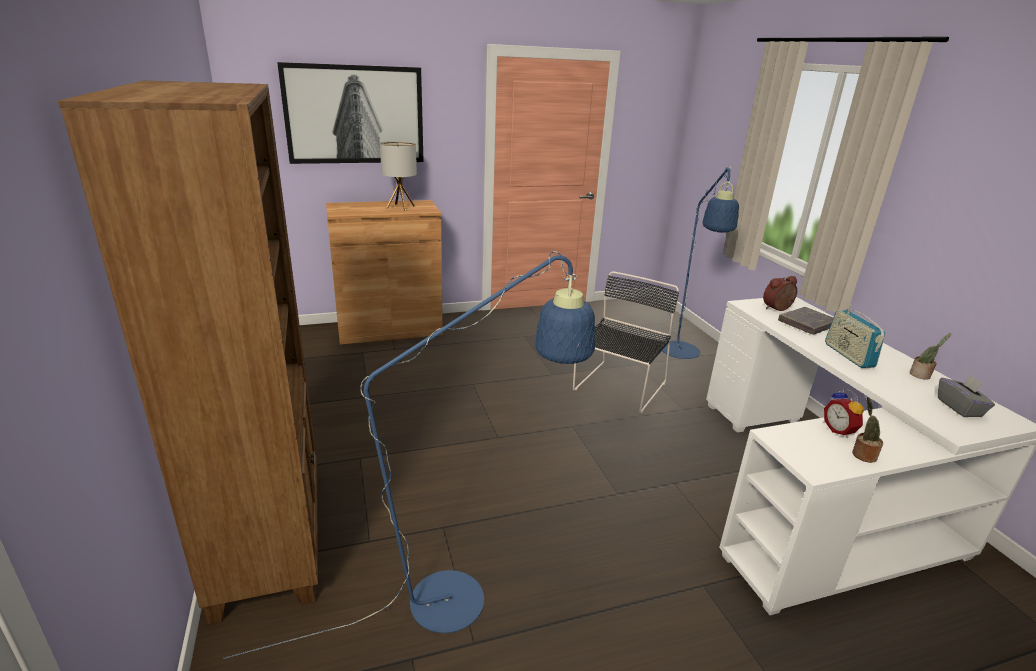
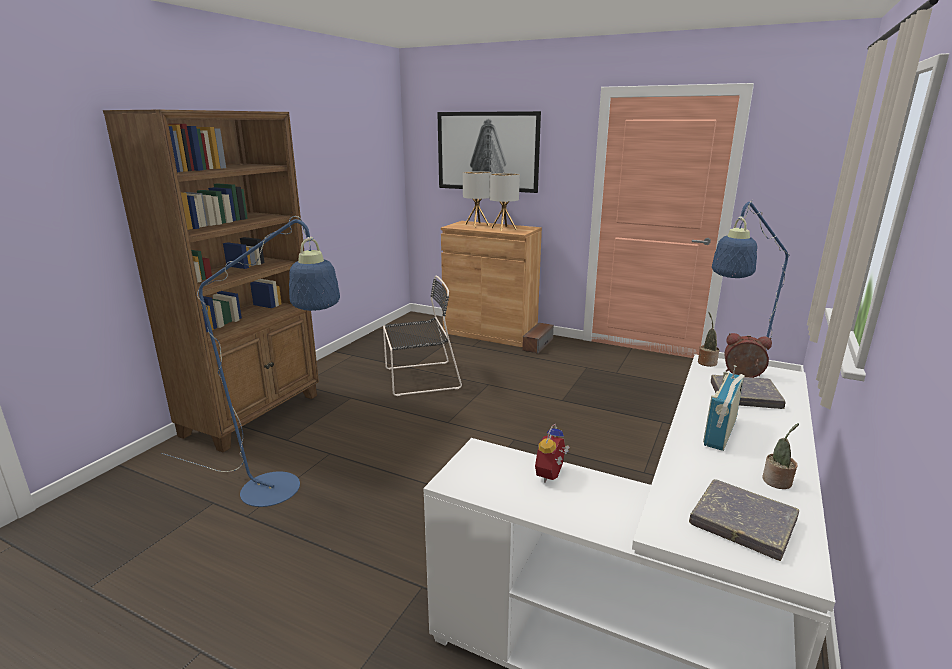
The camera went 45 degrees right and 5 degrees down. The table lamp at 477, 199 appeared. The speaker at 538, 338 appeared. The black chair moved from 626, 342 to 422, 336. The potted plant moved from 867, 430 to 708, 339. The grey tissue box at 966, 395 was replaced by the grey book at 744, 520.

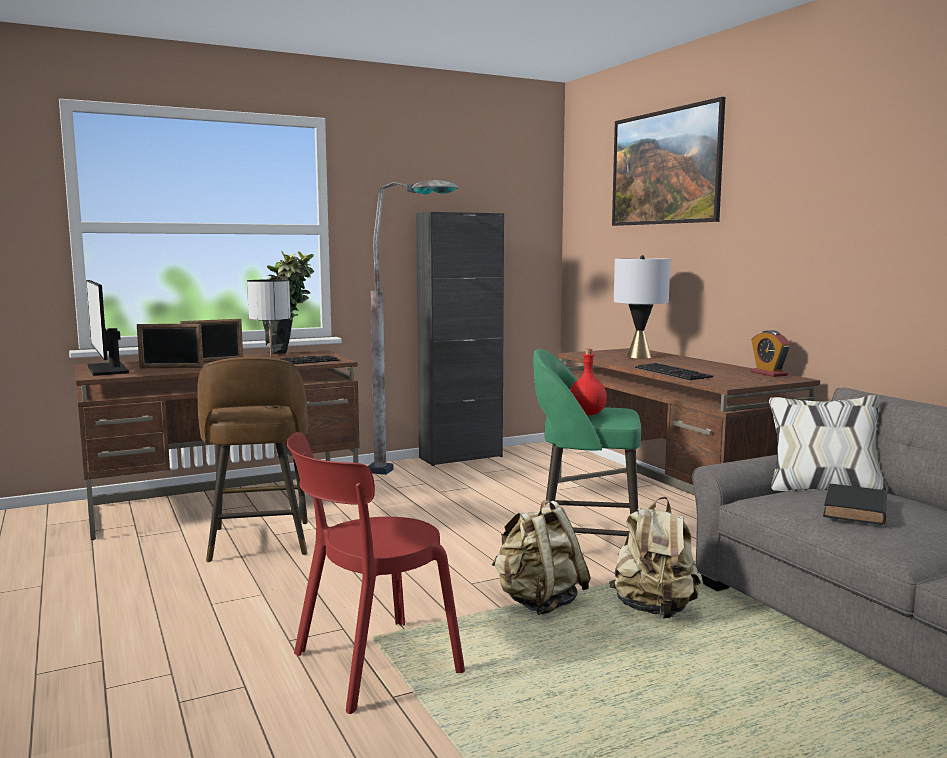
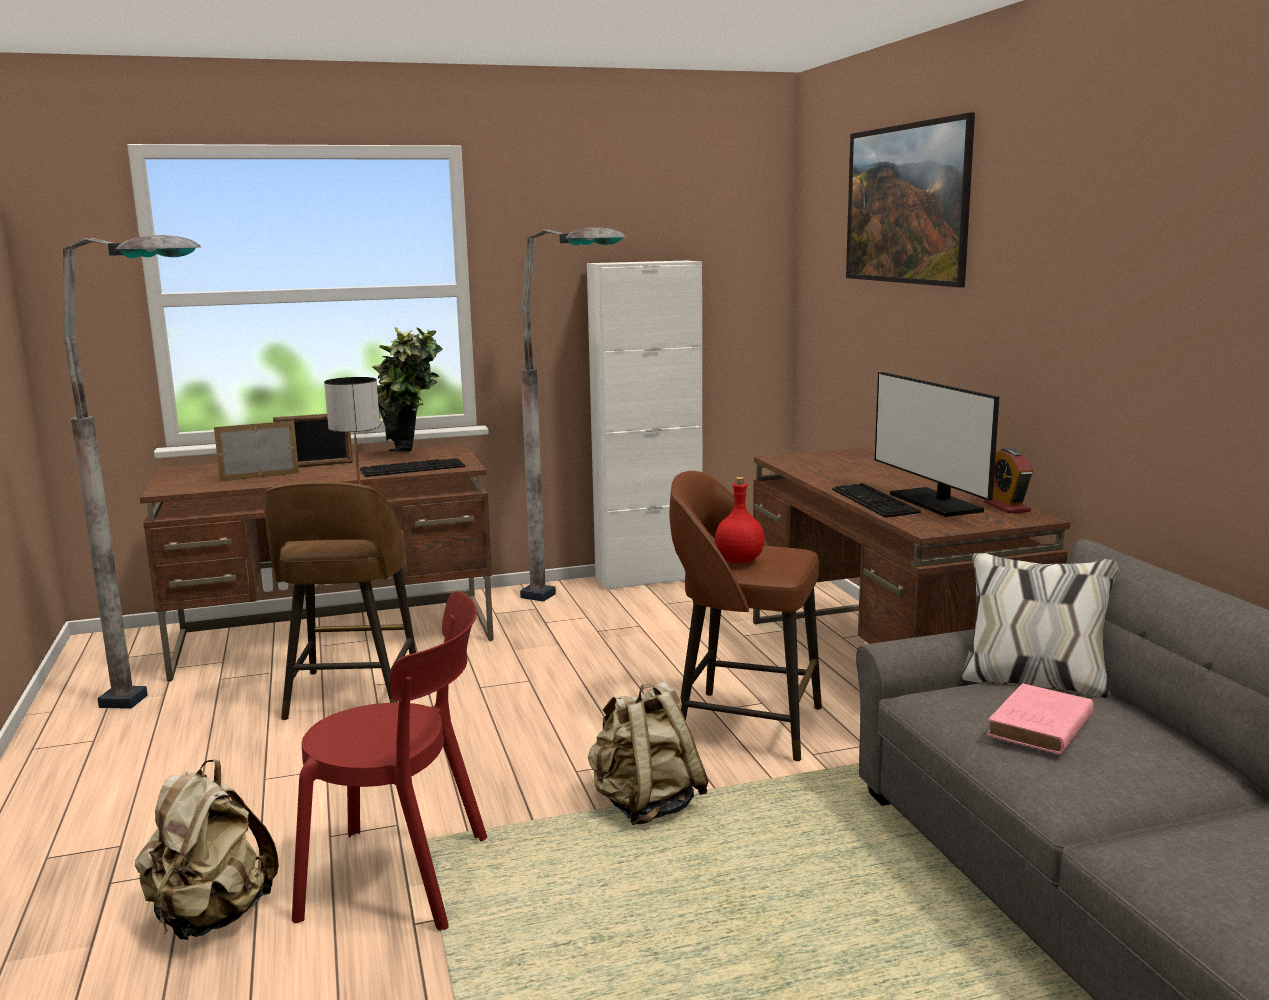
The camera went 10 degrees right and 5 degrees up. The grey table lamp at 642, 307 disappeared. The grey floor lamp at 132, 472 appeared. The monitor moved from 107, 328 to 937, 444. The beige backpack moved from 655, 558 to 207, 849. The black cabinet at 460, 339 became the white cabinet at 644, 425. The green stool at 587, 442 became the brown stool at 745, 616. The black book at 855, 504 became the pink book at 1040, 719. The picture frame at 170, 346 turned 150 degrees clockwise. The red chair at 376, 573 turned 150 degrees counterclockwise.

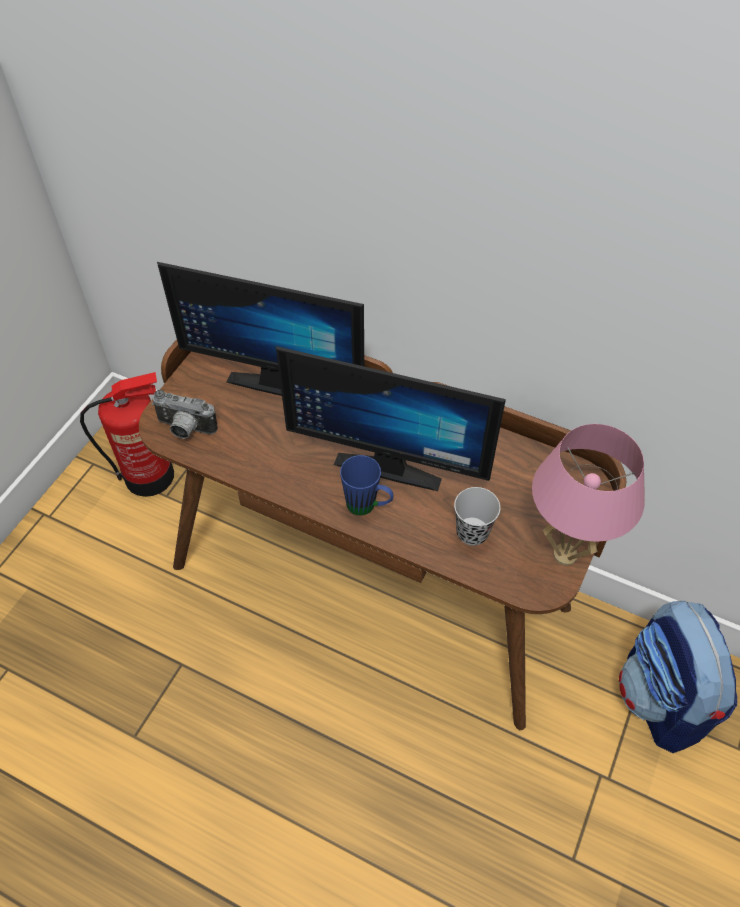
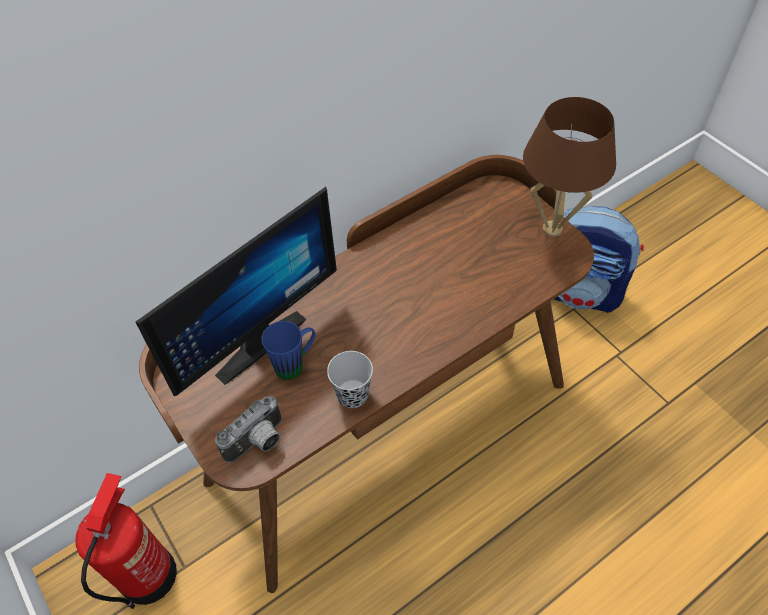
The camera went 60 degrees left and 0 degrees up. The monitor at 391, 418 disappeared. The blue mug moved from 366, 485 to 288, 350. The black cup moved from 477, 516 to 350, 379. The pink table lamp at 588, 494 became the brown table lamp at 569, 167.

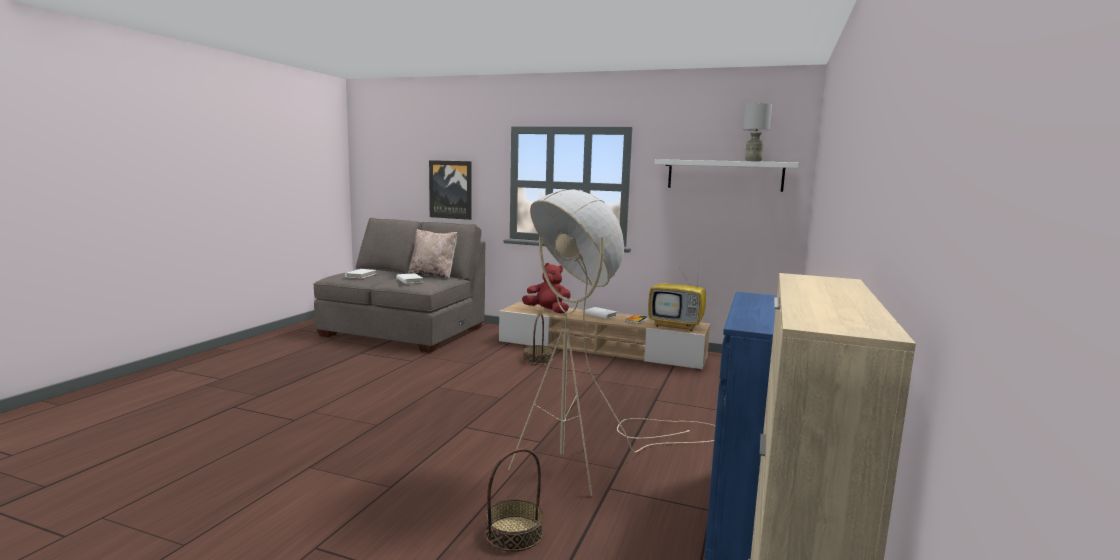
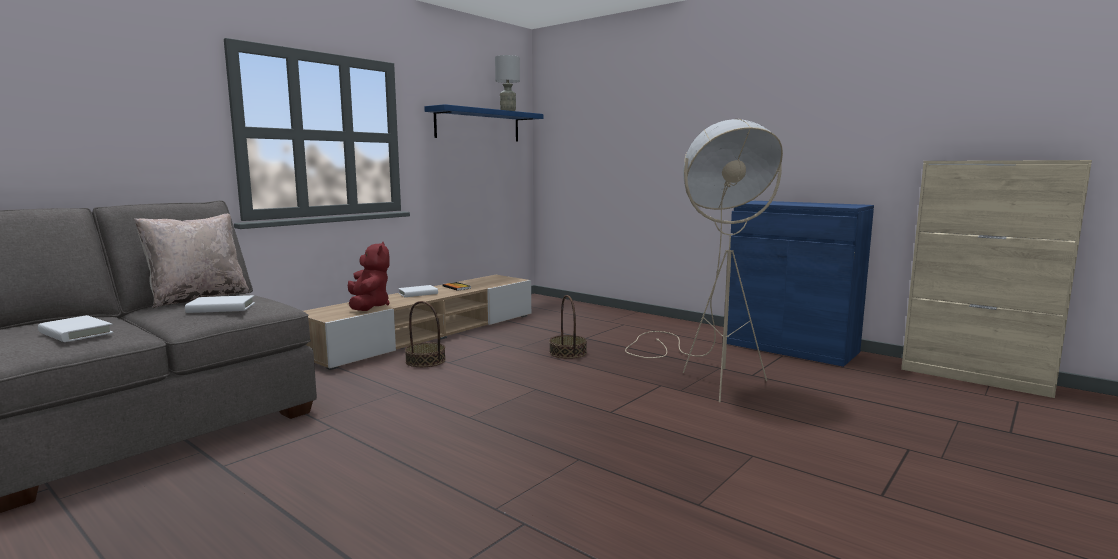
The camera went 70 degrees left and 0 degrees up. The picture at 450, 190 disappeared. The television at 677, 297 disappeared. The basket moved from 514, 500 to 568, 327. The white shelf at 727, 175 became the blue shelf at 483, 122. The red plush toy at 546, 288 turned 120 degrees clockwise.

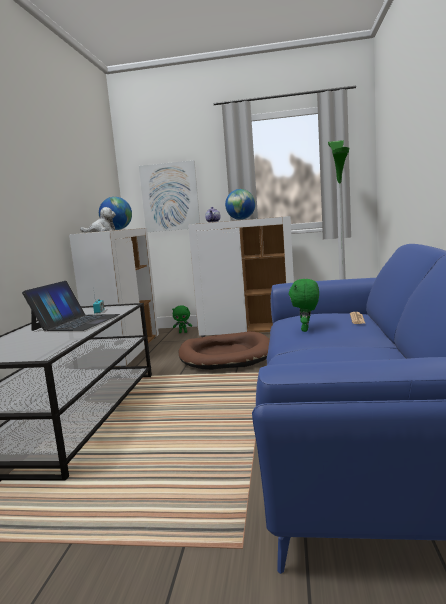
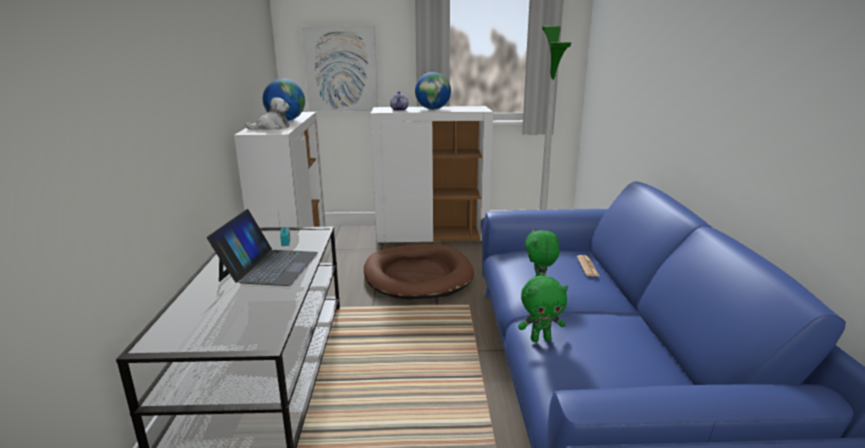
The camera went 10 degrees left and 10 degrees up. The green plush toy moved from 182, 319 to 543, 309.

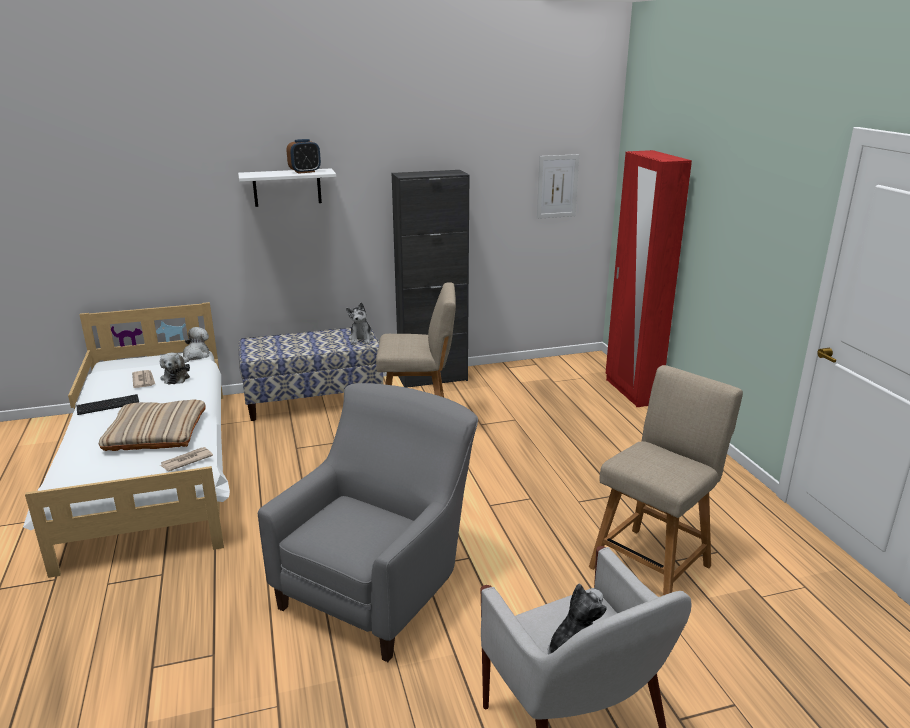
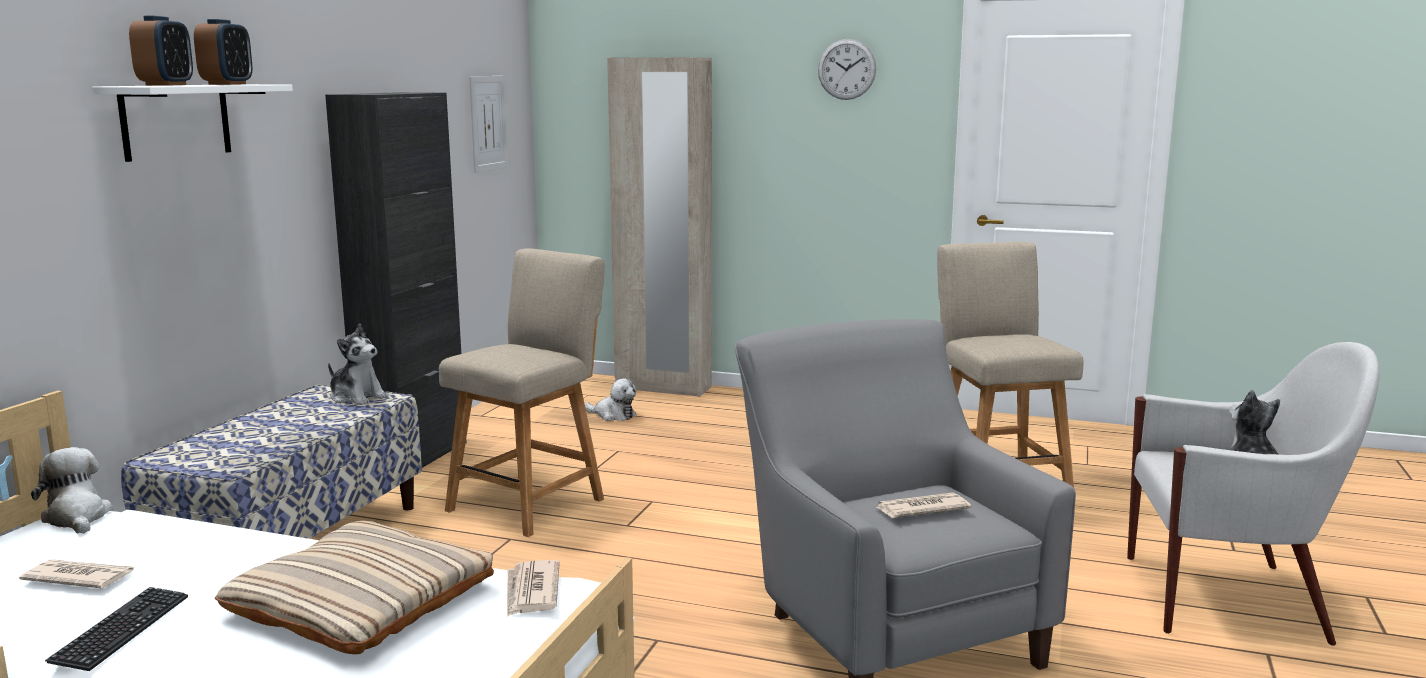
The camera went 55 degrees left and 10 degrees down. The alarm clock at 161, 50 appeared. The wall clock at 847, 69 appeared. The newspaper at 922, 505 appeared. The plush toy moved from 175, 369 to 610, 399. The red wardrobe at 649, 278 became the beige wardrobe at 659, 227.

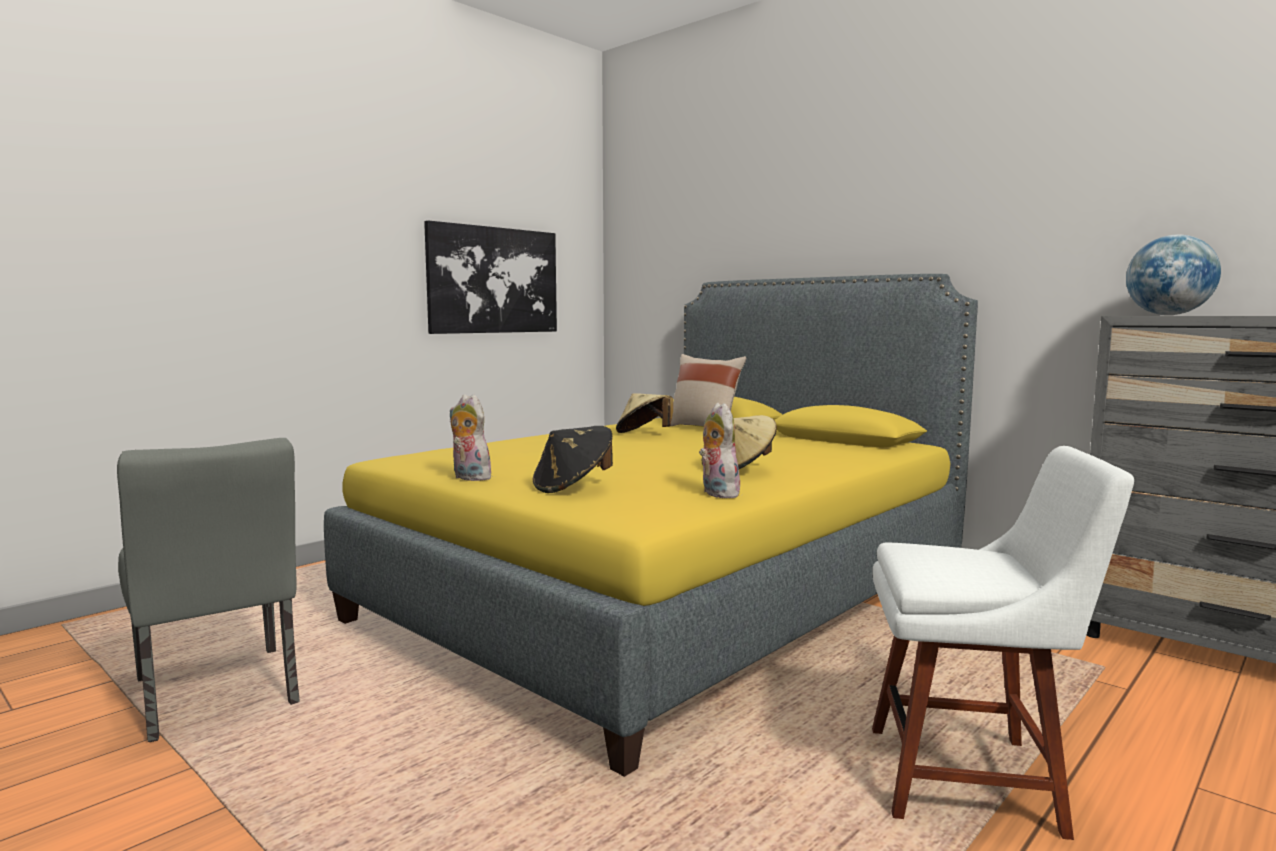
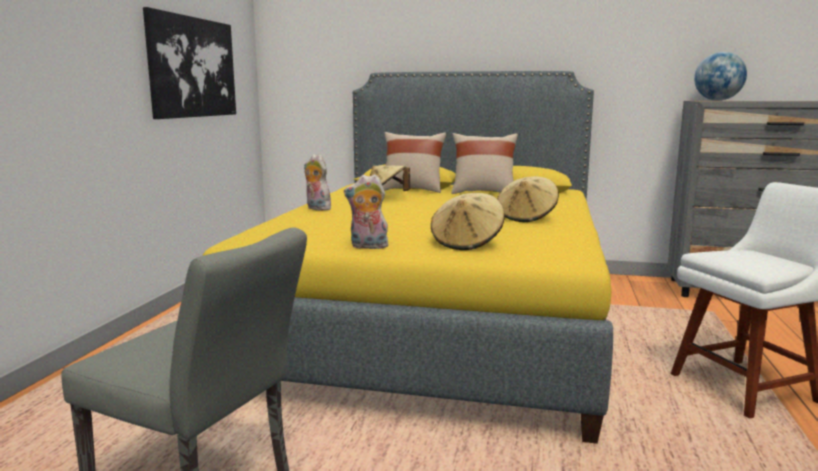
The camera went 30 degrees left and 5 degrees up. The beige pillow at 484, 163 appeared. The plush toy moved from 719, 450 to 317, 182. The black hat at 573, 459 became the beige hat at 468, 221.

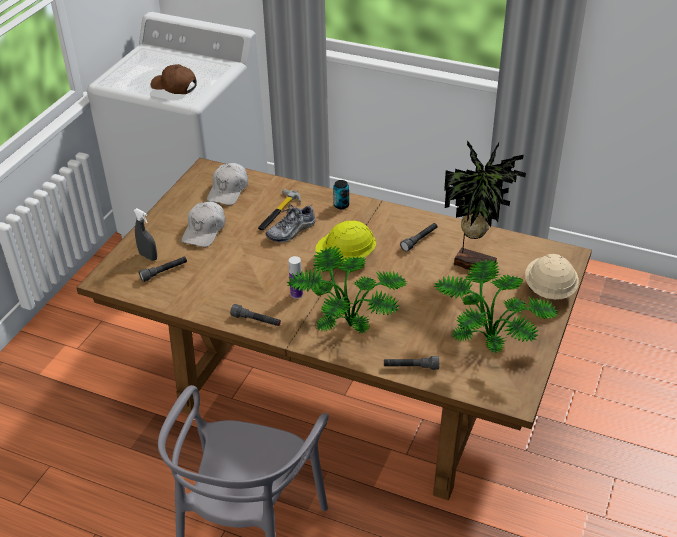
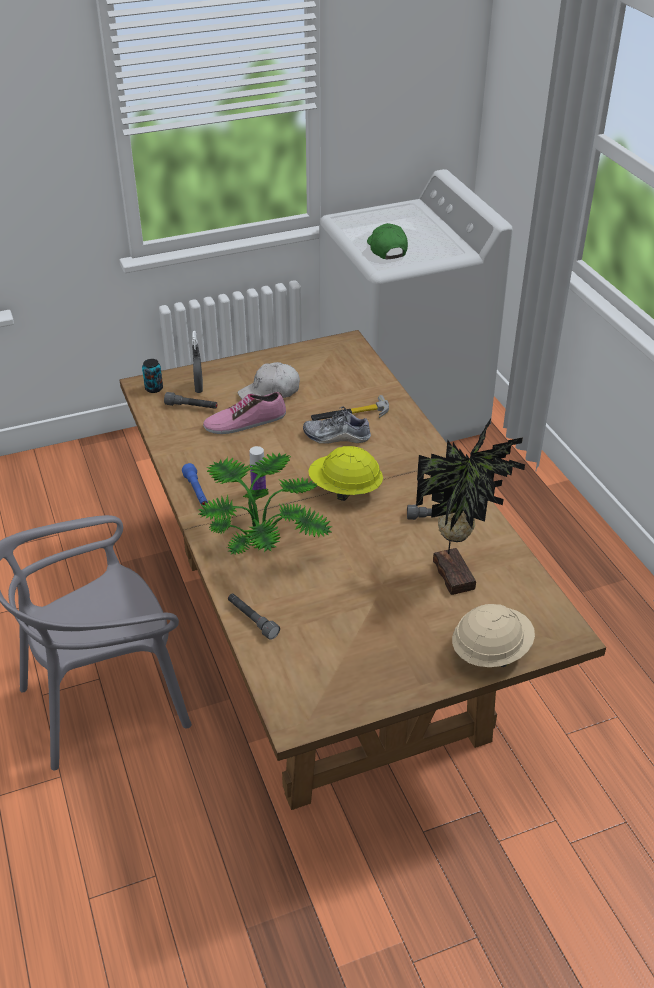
The camera went 45 degrees right and 0 degrees up. The white cap at 227, 184 disappeared. The potted plant at 496, 306 disappeared. The shoe at 244, 413 appeared. The can moved from 341, 194 to 152, 376. The brown cap at 173, 79 became the green cap at 387, 241. The grey flashlight at 255, 315 became the blue flashlight at 195, 484.

